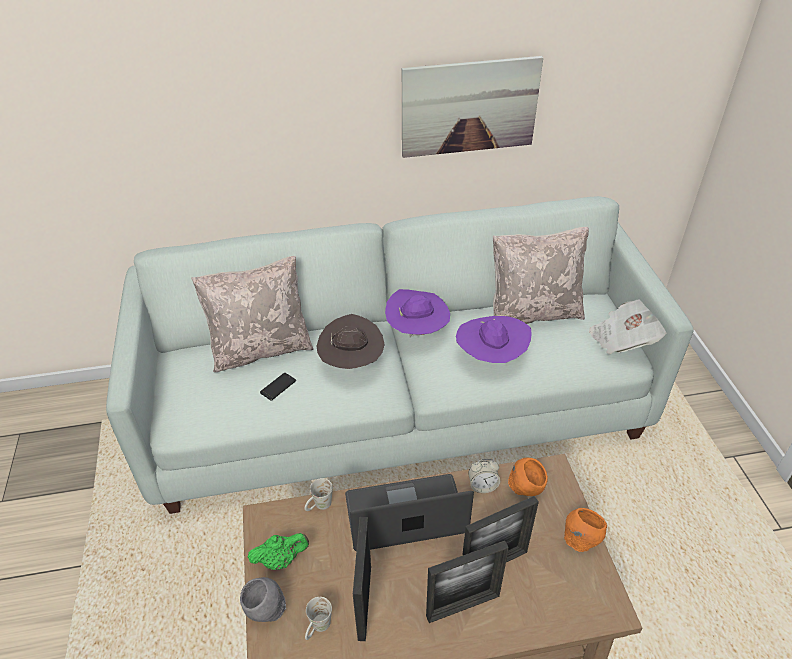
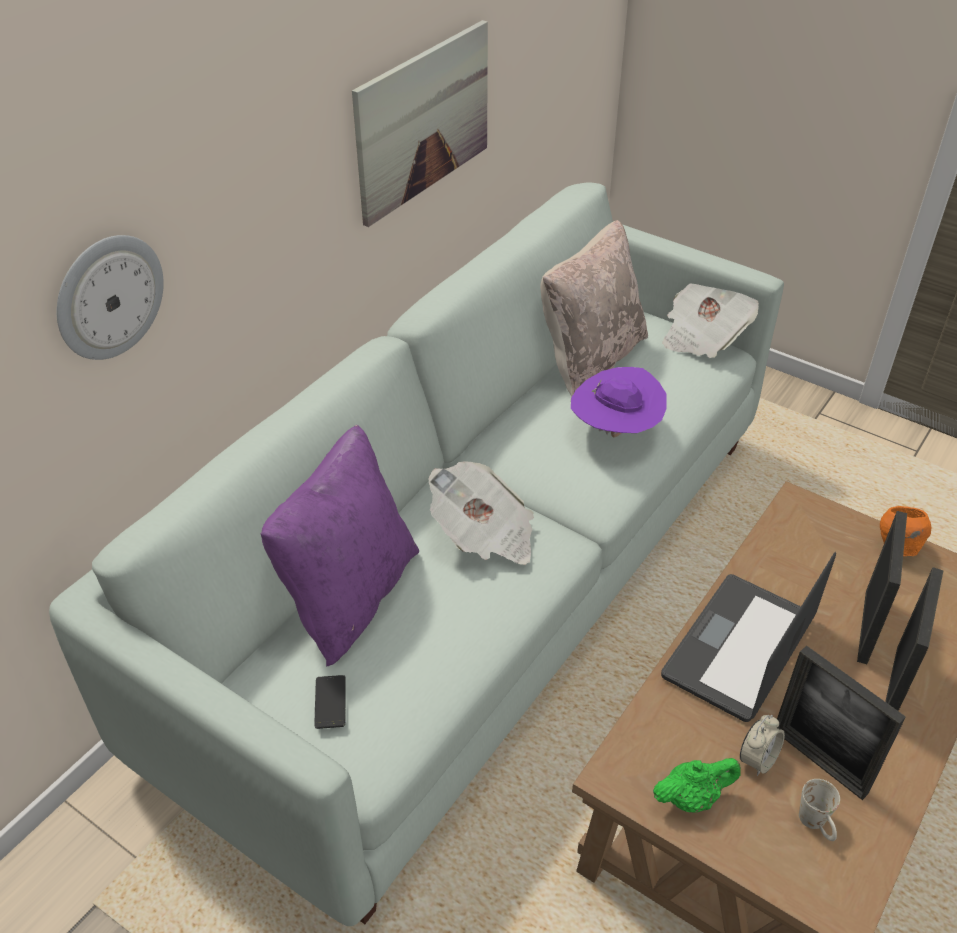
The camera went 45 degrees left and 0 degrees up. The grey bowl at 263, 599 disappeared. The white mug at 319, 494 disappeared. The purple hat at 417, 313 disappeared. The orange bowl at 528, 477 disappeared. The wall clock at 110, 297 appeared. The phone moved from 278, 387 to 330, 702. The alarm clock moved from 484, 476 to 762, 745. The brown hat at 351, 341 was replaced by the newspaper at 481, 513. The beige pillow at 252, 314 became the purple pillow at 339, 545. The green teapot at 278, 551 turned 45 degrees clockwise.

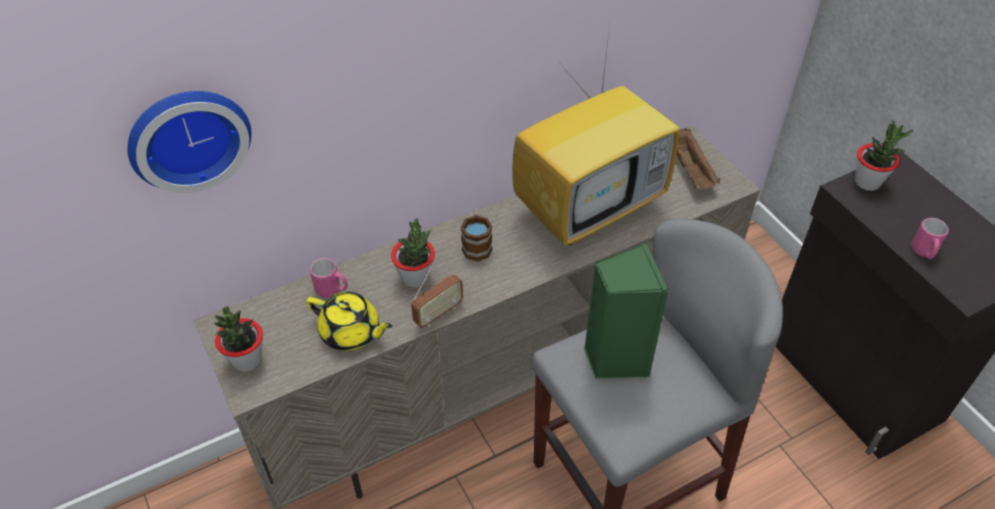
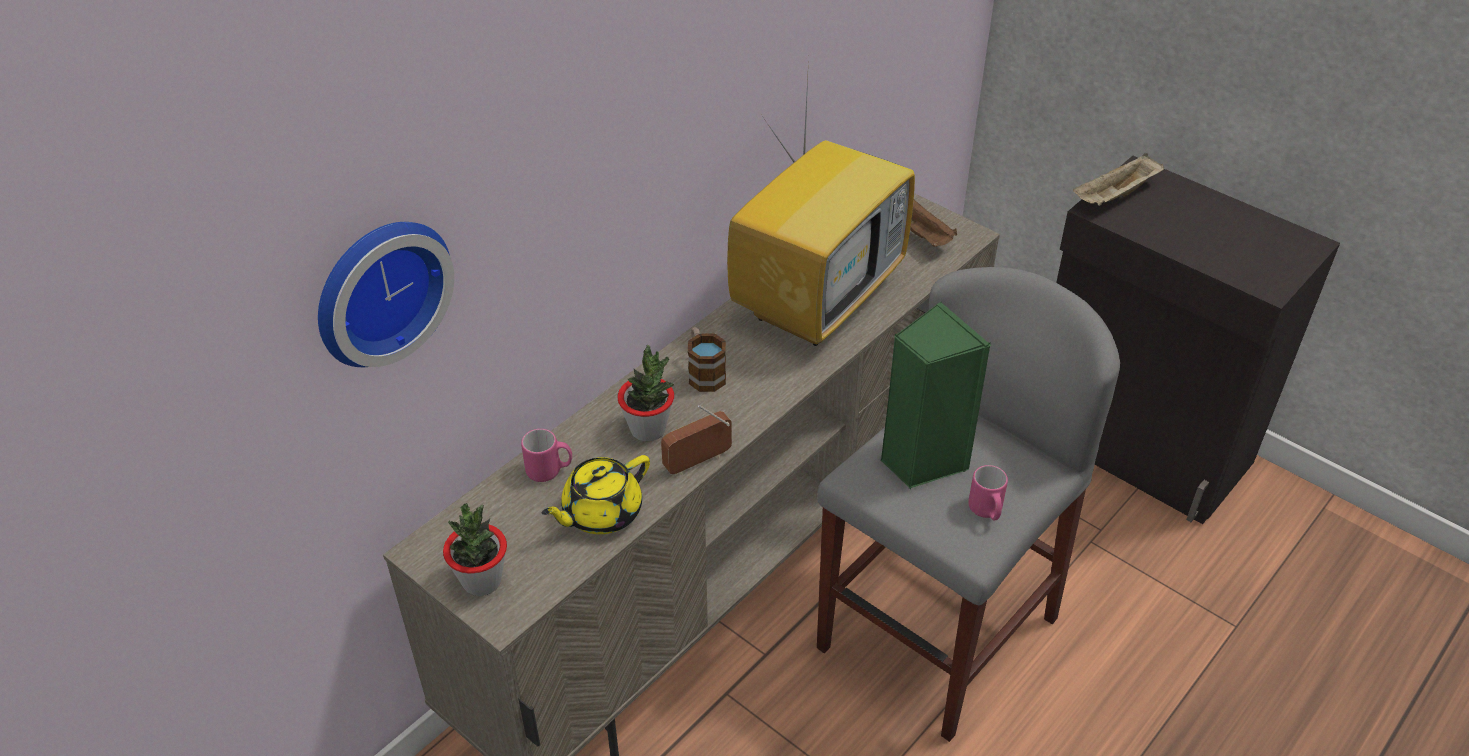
The camera went 20 degrees left and 5 degrees down. The pink mug moved from 930, 238 to 988, 493. The potted plant at 884, 155 was replaced by the beige tray at 1118, 179. The yellow teapot at 349, 321 turned 135 degrees clockwise. The radio at 437, 296 turned 150 degrees counterclockwise.

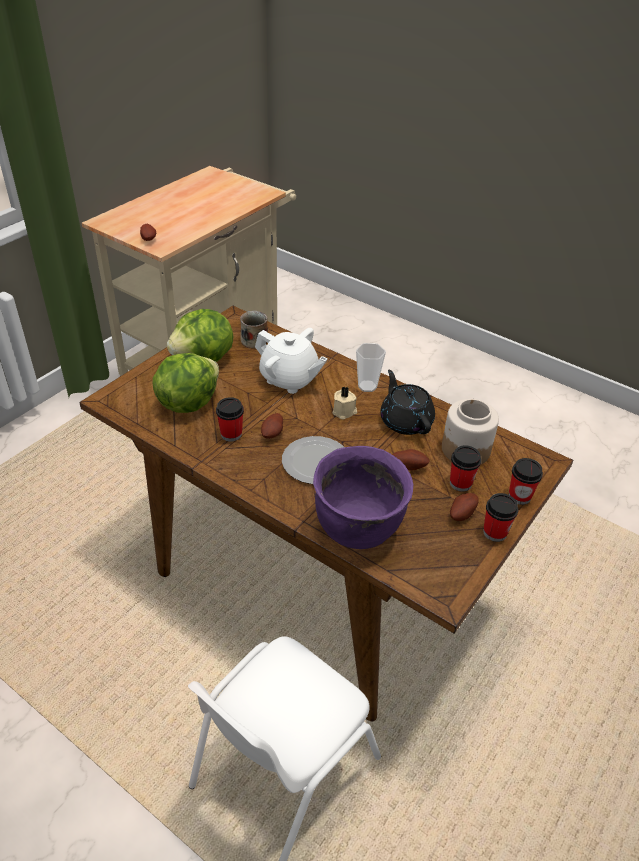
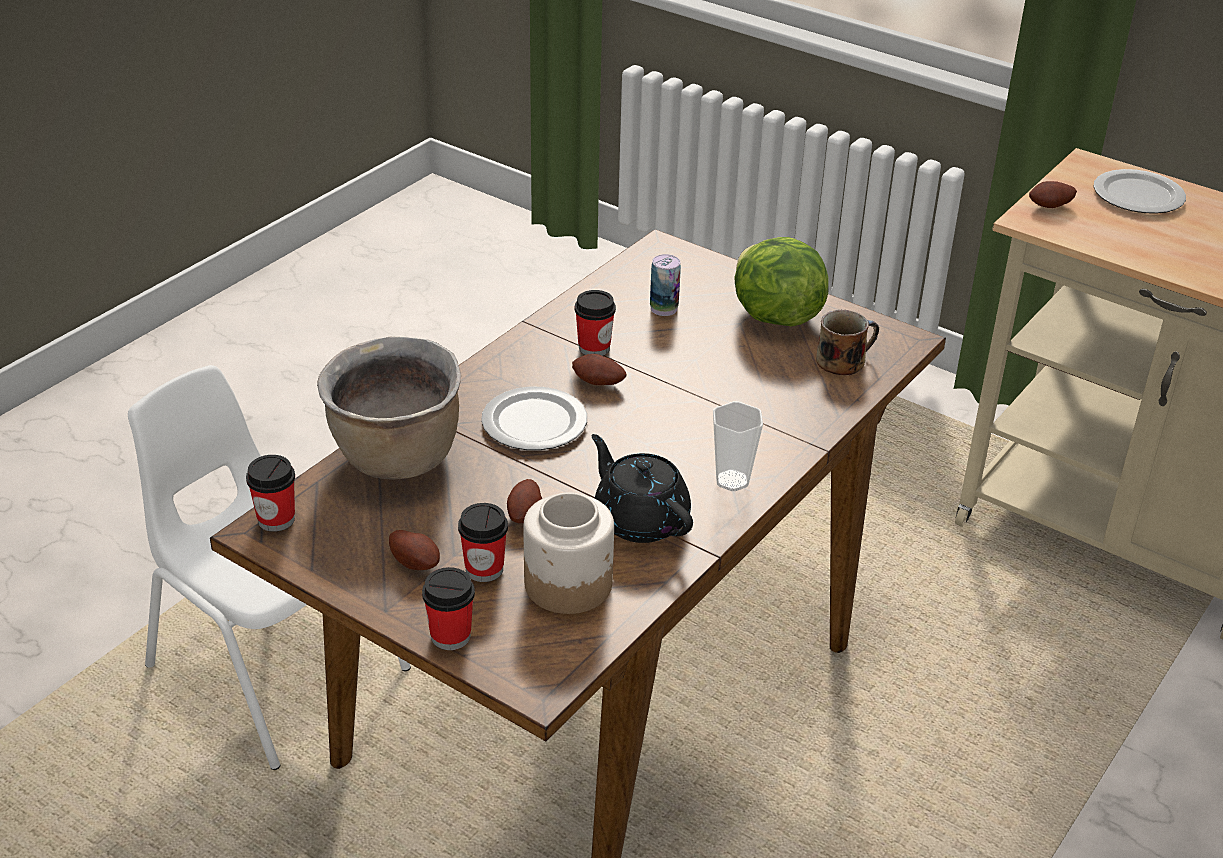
The camera went 90 degrees right and 5 degrees down. The white teapot at 291, 361 disappeared. The beige candle at 345, 402 disappeared. The plate at 1140, 191 appeared. The cup moved from 500, 517 to 270, 493. The lettuce at 186, 383 was replaced by the can at 665, 285. The purple cooking pot at 363, 497 became the brown cooking pot at 389, 408. The black teapot at 407, 402 turned 105 degrees counterclockwise.

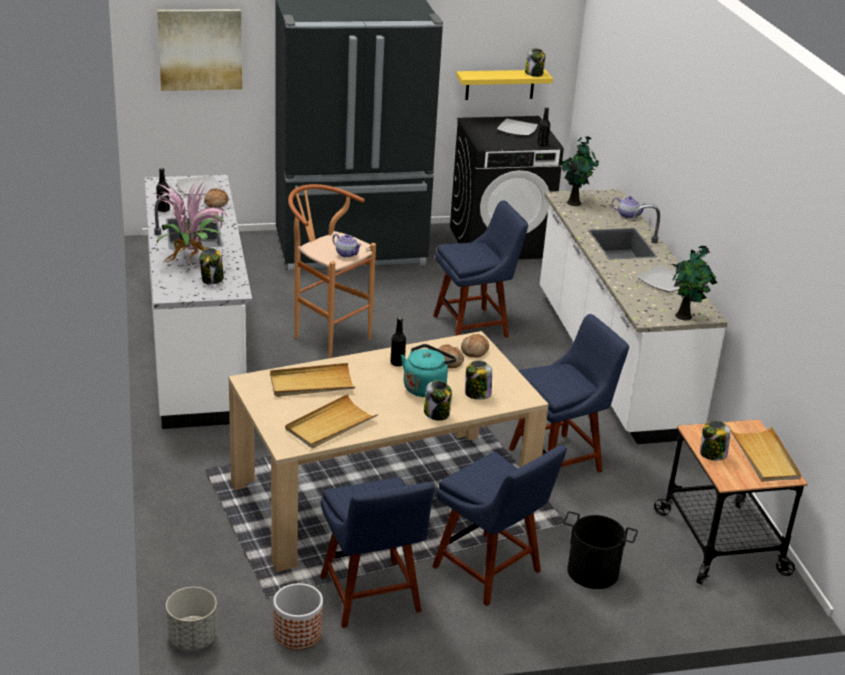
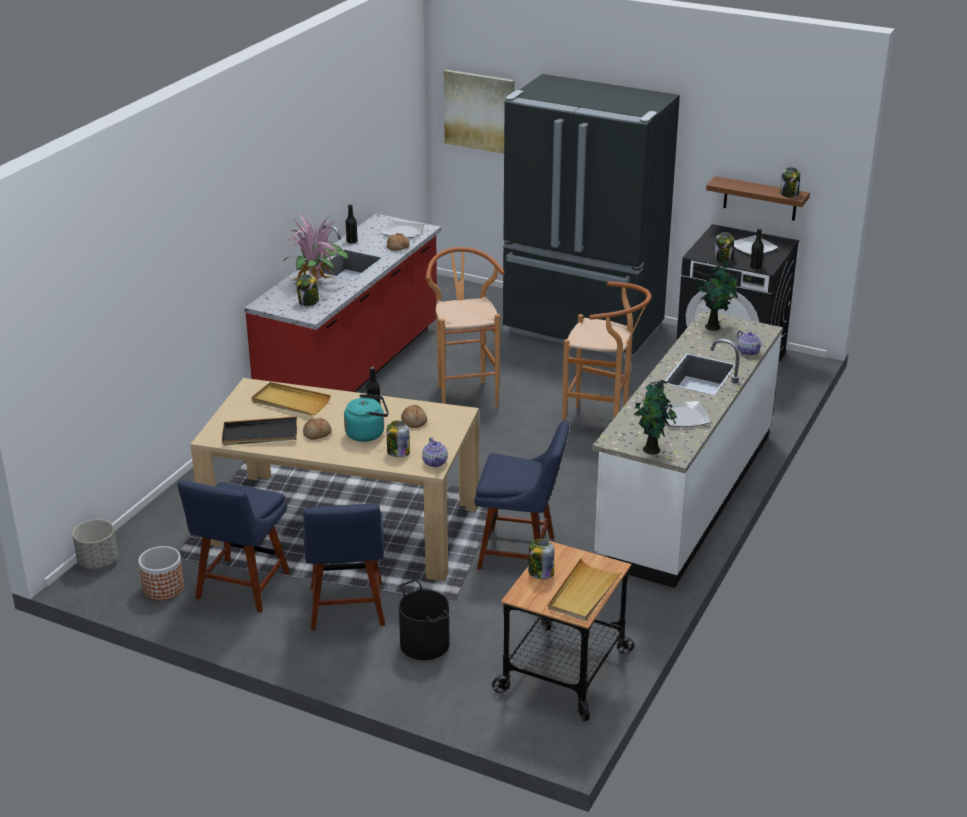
The camera went 40 degrees right and 0 degrees up. The teapot moved from 347, 246 to 435, 452. The jar moved from 438, 400 to 724, 247. The bread moved from 475, 346 to 317, 428. The blue chair at 480, 269 was replaced by the brown stool at 607, 351. The white counter at 198, 302 became the red counter at 342, 303. The beige tray at 331, 421 became the black tray at 259, 431. The yellow shelf at 504, 85 became the brown shelf at 758, 198.

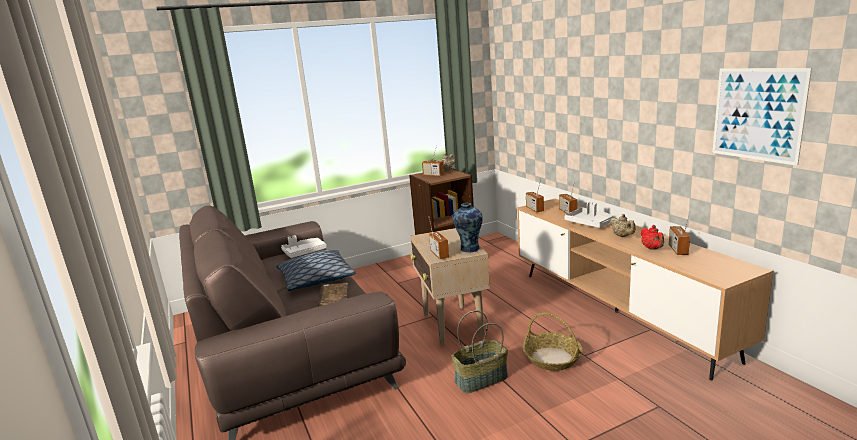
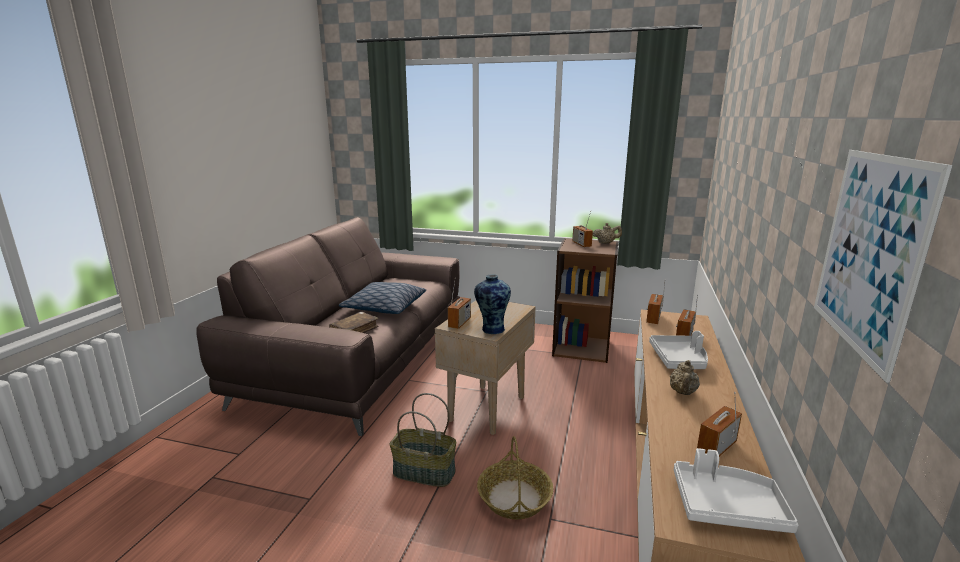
The camera went 40 degrees right and 0 degrees up. The red teapot at 652, 237 disappeared. The white tray moved from 304, 246 to 736, 490.

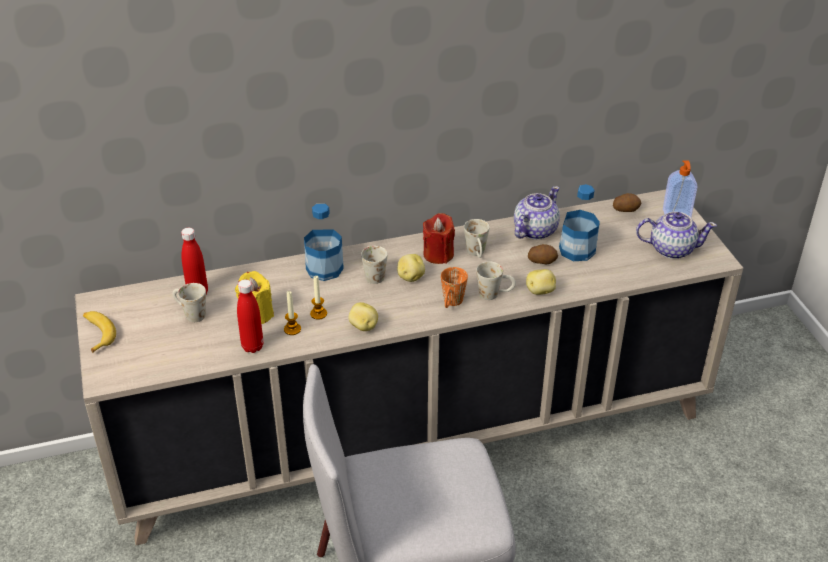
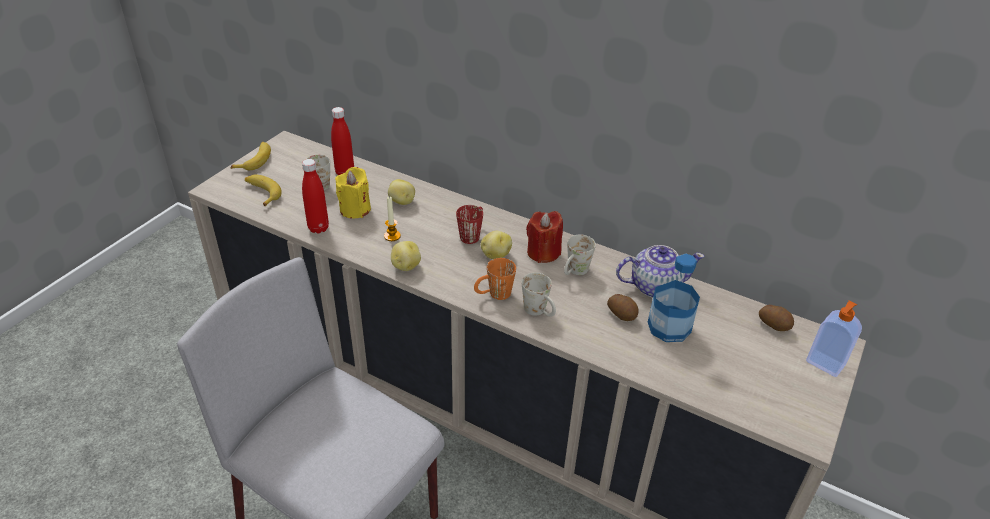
The camera went 45 degrees right and 0 degrees up. The candle at 292, 313 disappeared. The bottle at 324, 242 disappeared. The teapot at 676, 235 disappeared. The banana at 263, 190 appeared. The potato moved from 541, 282 to 401, 192. The white mug at 374, 265 became the red mug at 469, 224.

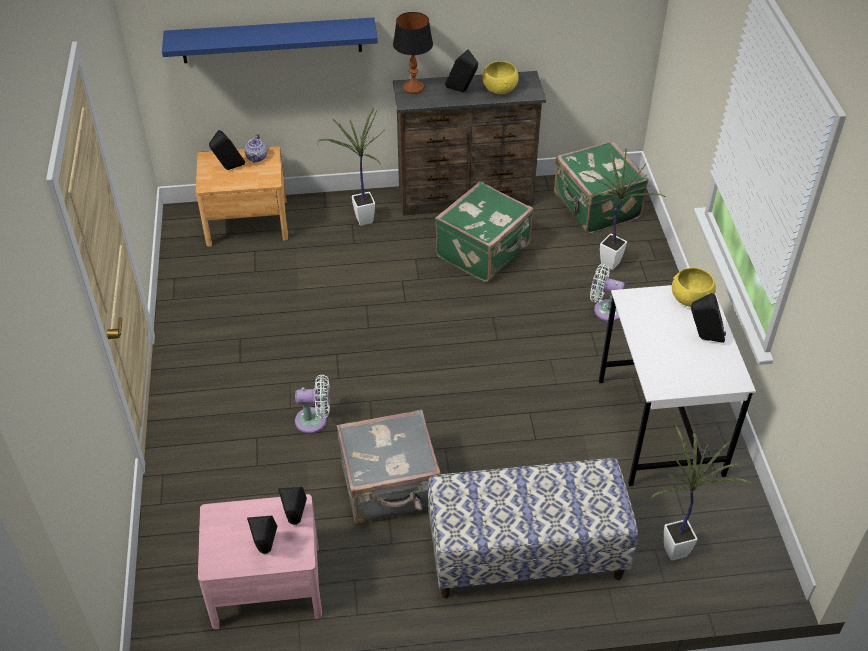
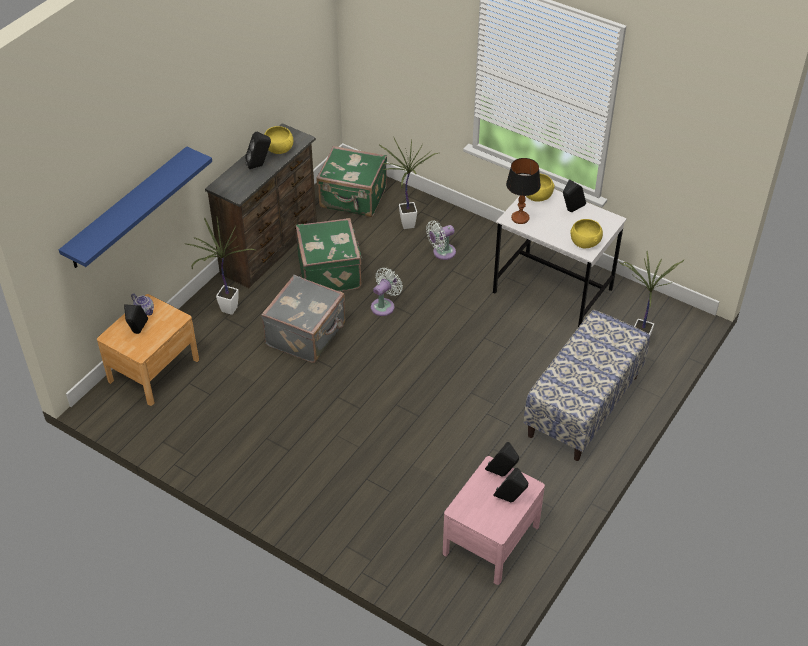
The camera went 50 degrees left and 0 degrees up. The yellow bowl at 586, 234 appeared. The white fan moved from 312, 404 to 387, 291. The grey suitcase moved from 389, 466 to 303, 319. The table lamp moved from 413, 53 to 523, 191.

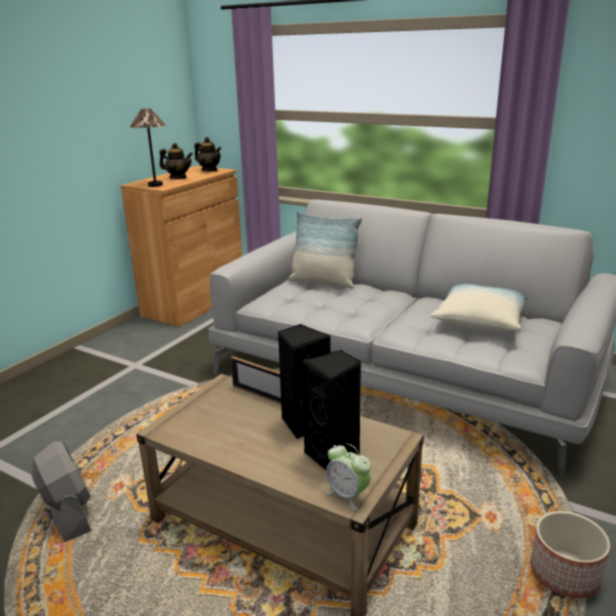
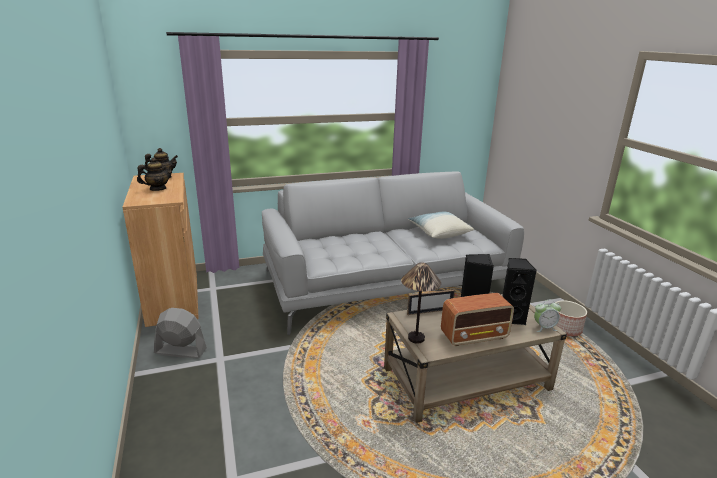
The camera went 50 degrees left and 0 degrees up. The pillow at 325, 250 disappeared. The radio at 477, 319 appeared. The grey fan moved from 61, 491 to 180, 333. The table lamp moved from 148, 147 to 421, 303.

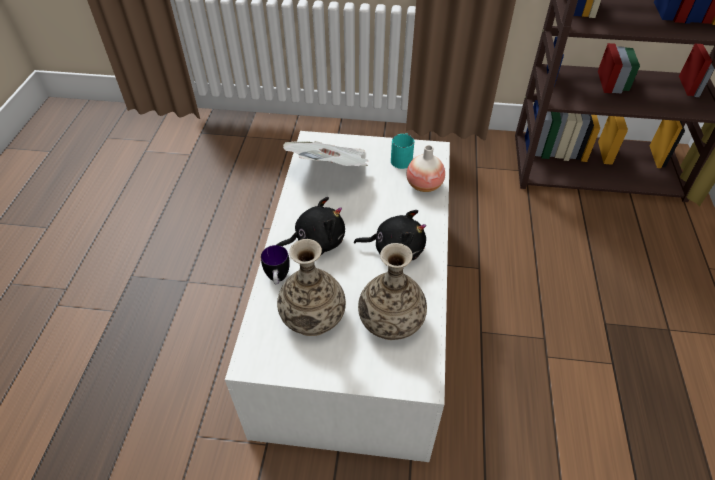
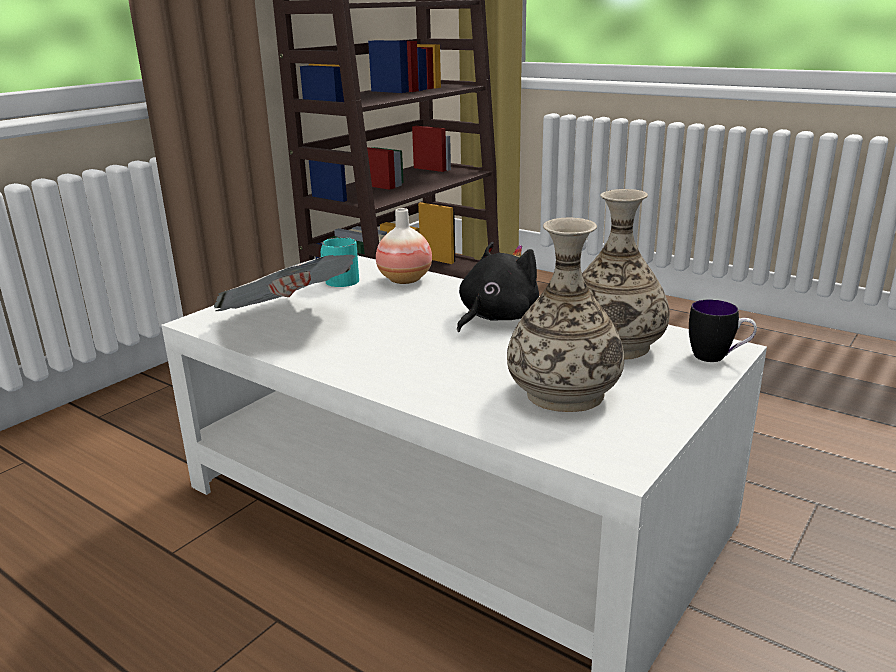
The camera went 60 degrees left and 25 degrees down. The black plush toy at 311, 226 disappeared. The mug moved from 275, 264 to 723, 330.

